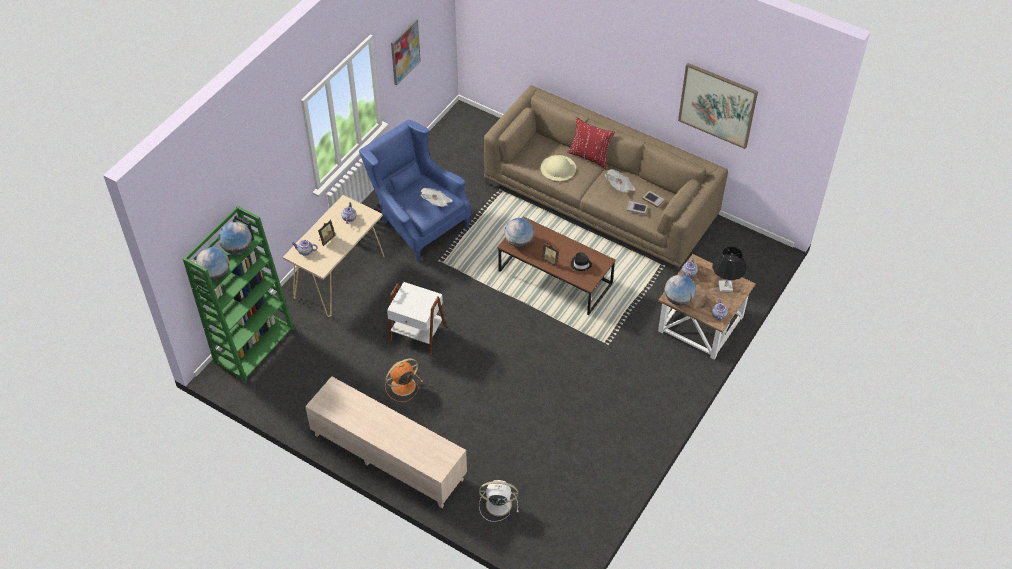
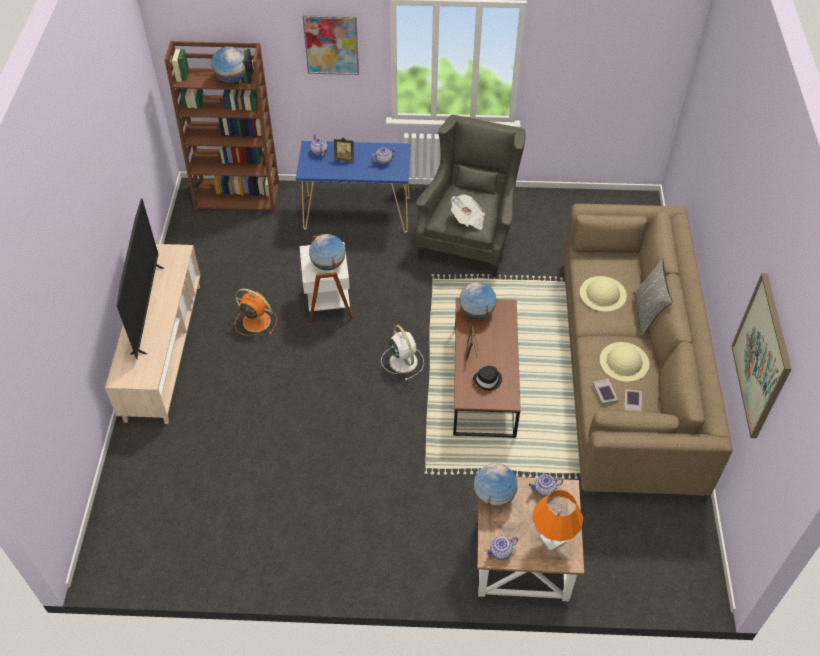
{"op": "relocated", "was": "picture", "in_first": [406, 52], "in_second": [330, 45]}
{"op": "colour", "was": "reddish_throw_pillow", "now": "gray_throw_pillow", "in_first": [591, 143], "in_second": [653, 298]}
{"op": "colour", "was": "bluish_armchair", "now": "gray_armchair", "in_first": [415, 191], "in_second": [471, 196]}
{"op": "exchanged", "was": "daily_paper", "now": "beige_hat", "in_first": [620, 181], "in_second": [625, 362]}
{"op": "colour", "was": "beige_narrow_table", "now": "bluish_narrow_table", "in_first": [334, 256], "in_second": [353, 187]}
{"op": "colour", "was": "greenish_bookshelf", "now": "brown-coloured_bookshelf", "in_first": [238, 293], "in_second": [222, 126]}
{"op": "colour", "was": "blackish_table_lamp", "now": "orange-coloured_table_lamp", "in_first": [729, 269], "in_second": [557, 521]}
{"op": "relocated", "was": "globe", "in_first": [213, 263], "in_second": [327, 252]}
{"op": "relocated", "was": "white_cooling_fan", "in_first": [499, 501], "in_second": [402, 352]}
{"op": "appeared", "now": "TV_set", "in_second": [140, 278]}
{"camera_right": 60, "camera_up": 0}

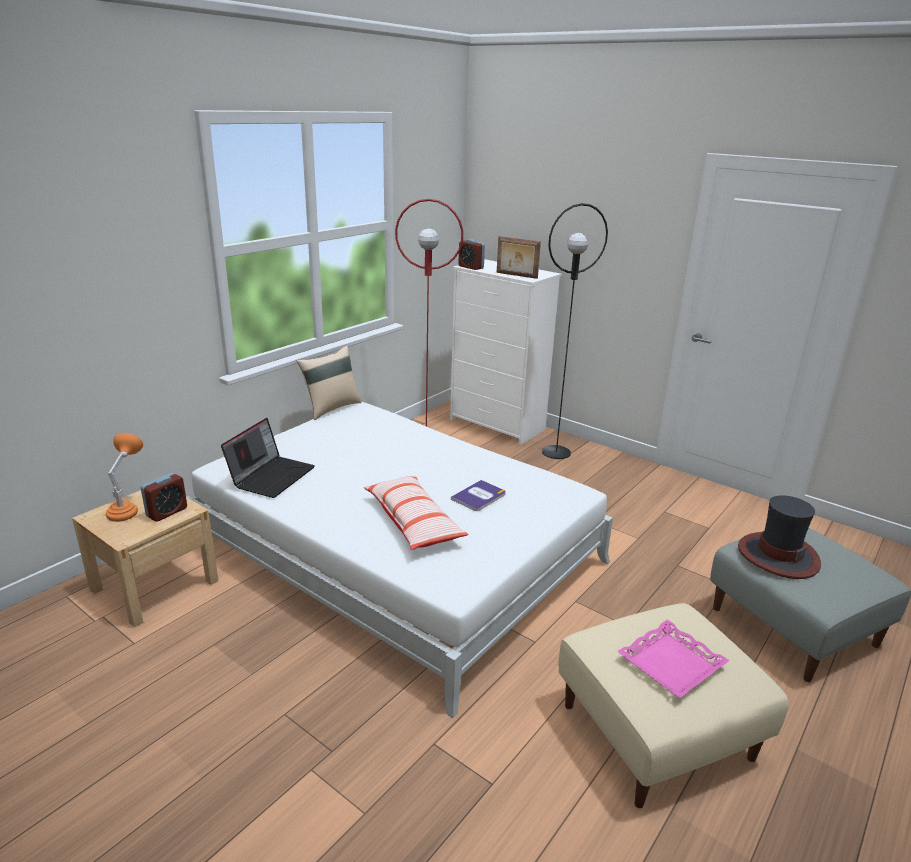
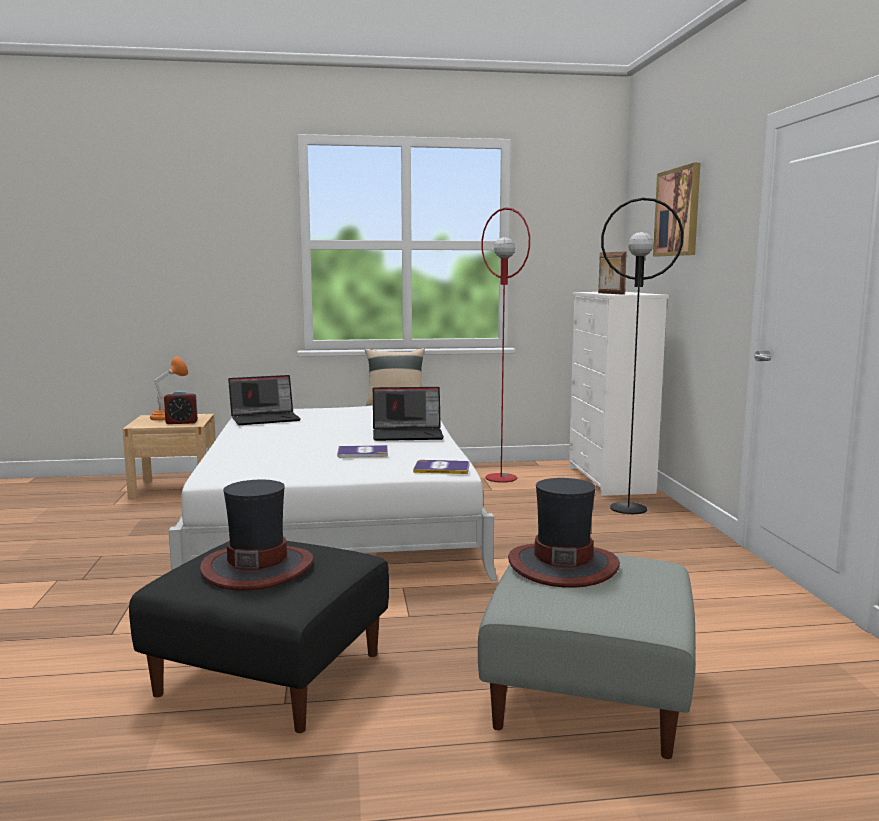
{"op": "missing", "was": "table_clock", "in_first": [472, 254]}
{"op": "missing", "was": "throw_pillow", "in_first": [416, 513]}
{"op": "colour", "was": "beige_ottoman", "now": "blackish_ottoman", "in_first": [673, 705], "in_second": [259, 637]}
{"op": "exchanged", "was": "pinkish_serving_tray", "now": "hat", "in_first": [673, 658], "in_second": [257, 535]}
{"op": "appeared", "now": "picture", "in_second": [676, 209]}
{"op": "appeared", "now": "portable_computer", "in_second": [408, 414]}
{"op": "appeared", "now": "book", "in_second": [441, 467]}
{"camera_right": 45, "camera_up": -15}

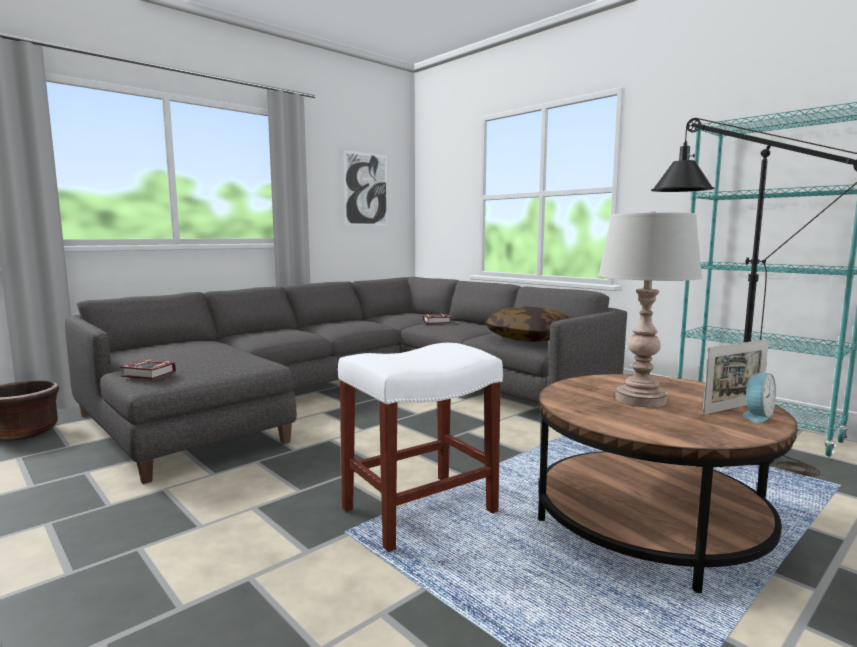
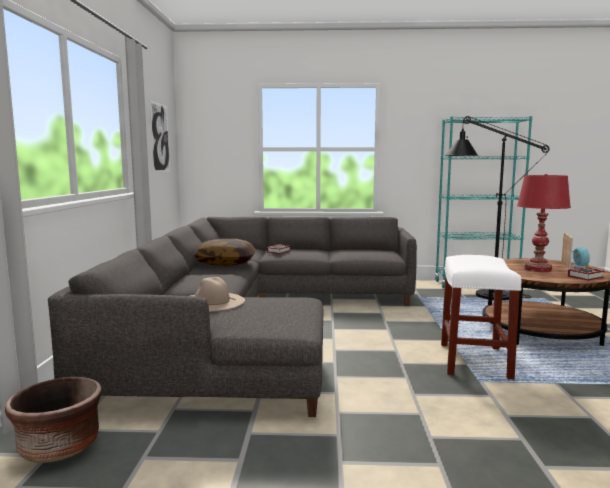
{"op": "colour", "was": "gray_table_lamp", "now": "reddish_table_lamp", "in_first": [650, 309], "in_second": [544, 223]}
{"op": "relocated", "was": "throw_pillow", "in_first": [527, 324], "in_second": [225, 252]}
{"op": "relocated", "was": "book", "in_first": [148, 370], "in_second": [586, 274]}
{"op": "appeared", "now": "beige_hat", "in_second": [218, 294]}
{"camera_right": -45, "camera_up": 0}

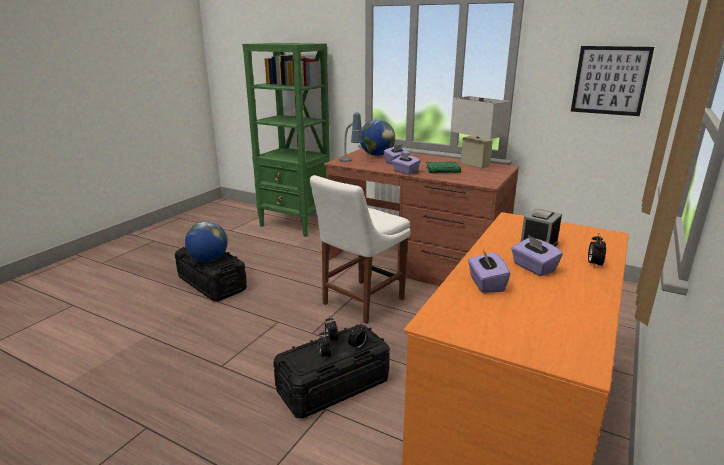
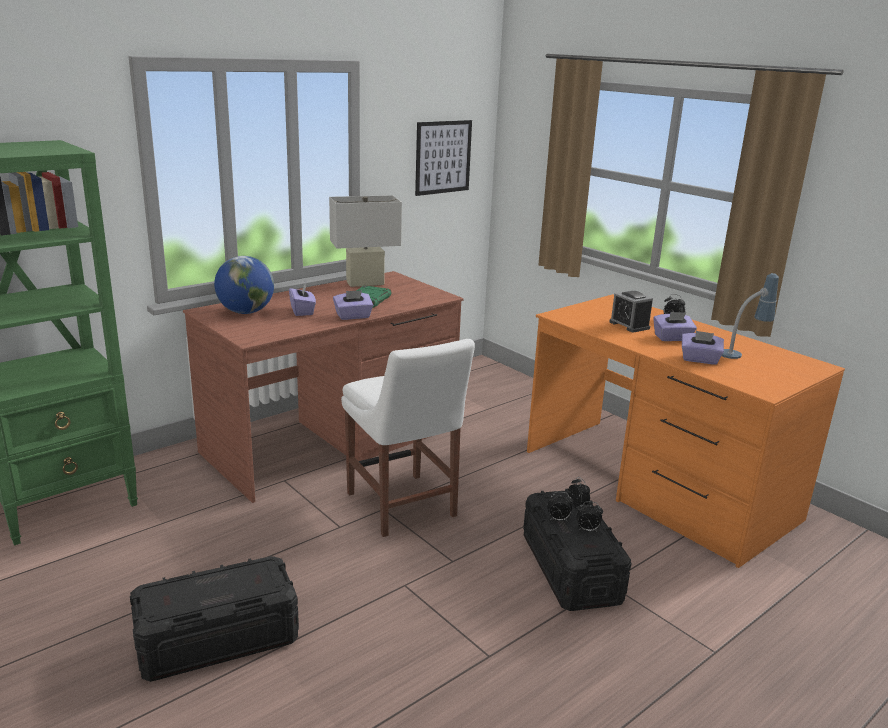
{"op": "relocated", "was": "table_lamp", "in_first": [351, 137], "in_second": [750, 316]}
{"op": "missing", "was": "globe", "in_first": [206, 241]}
{"camera_right": -70, "camera_up": 0}

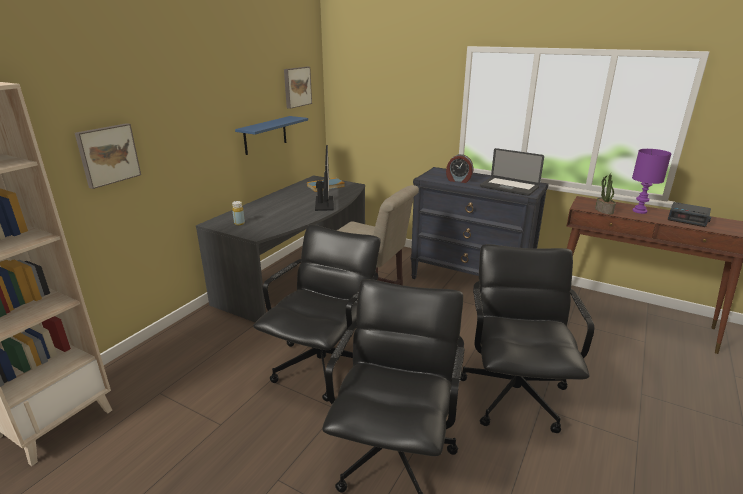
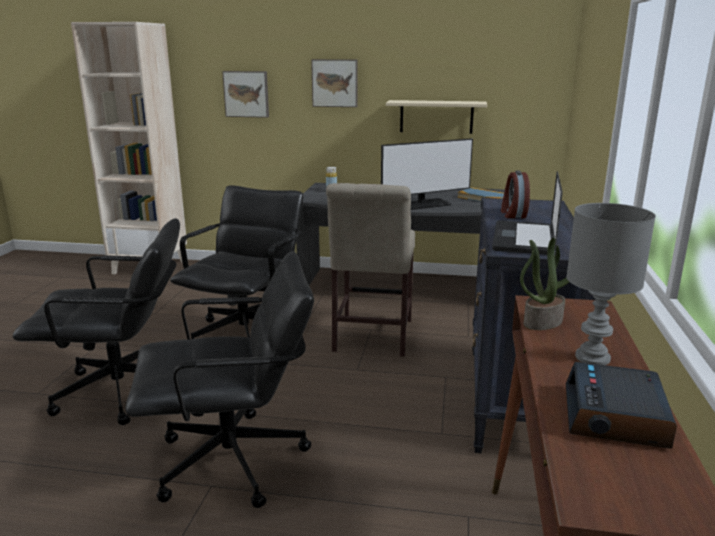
{"op": "relocated", "was": "picture", "in_first": [298, 88], "in_second": [334, 83]}
{"op": "colour", "was": "bluish_shelf", "now": "beige_shelf", "in_first": [271, 135], "in_second": [436, 117]}
{"op": "colour", "was": "purple-coloured_table_lamp", "now": "gray_table_lamp", "in_first": [651, 181], "in_second": [611, 284]}
{"op": "spun", "was": "blackish_office_chair", "in_first": [317, 313], "in_second": [236, 262], "clockwise": -75}
{"camera_right": 70, "camera_up": -5}

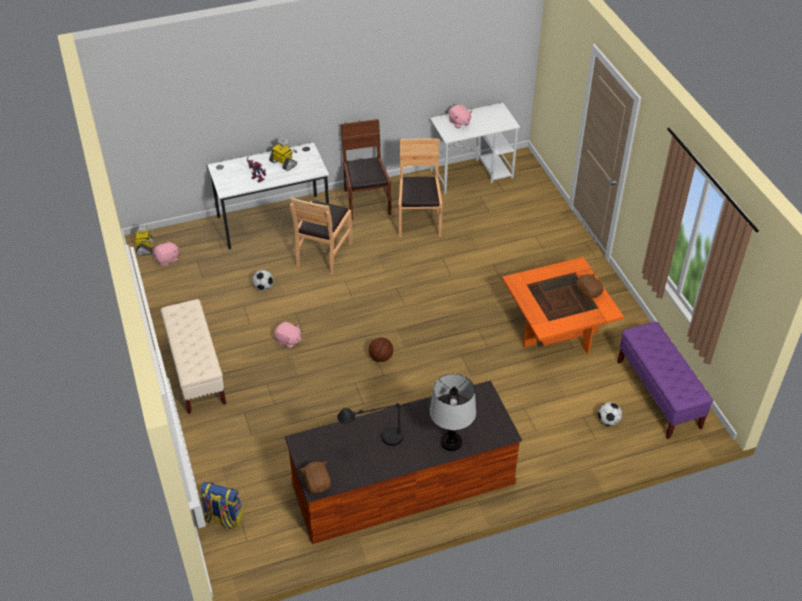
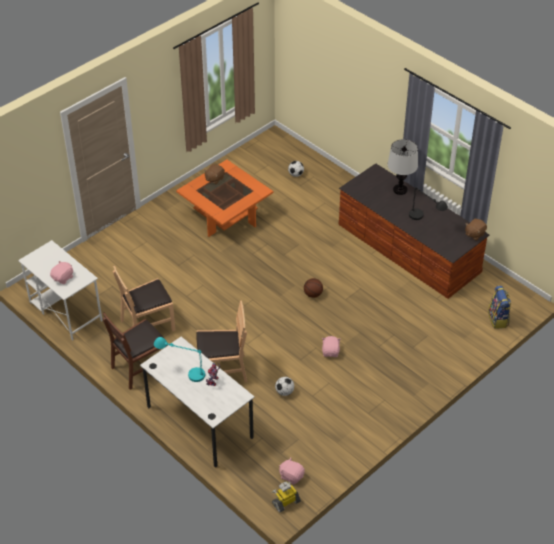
{"op": "exchanged", "was": "robot_figure", "now": "turquoise-coloured_table_lamp", "in_first": [283, 154], "in_second": [179, 359]}
{"op": "missing", "was": "beige_indoor_bench", "in_first": [193, 356]}
{"op": "missing", "was": "purple-coloured_indoor_bench", "in_first": [665, 380]}
{"camera_right": -115, "camera_up": 0}

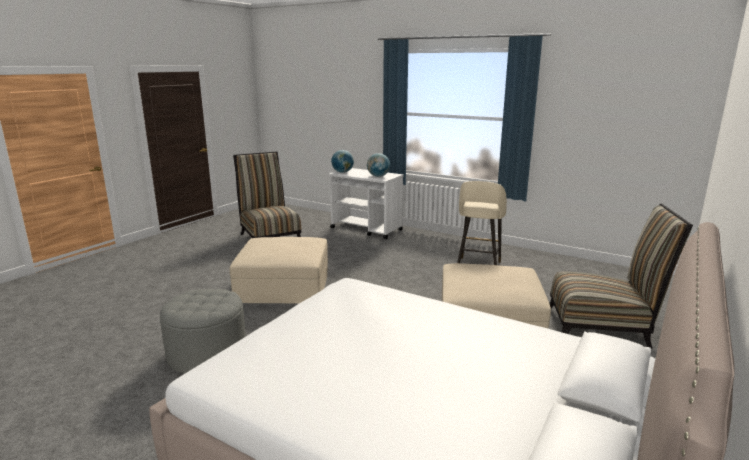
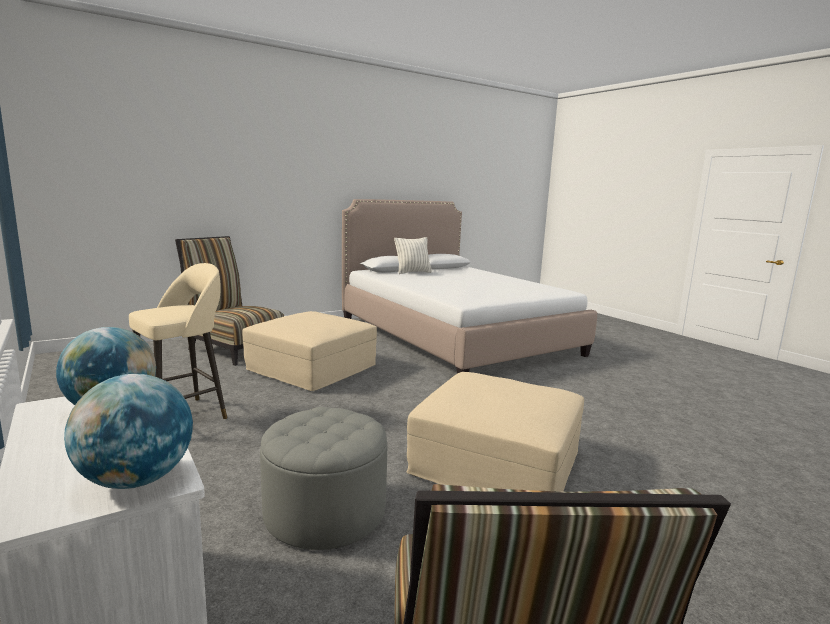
{"op": "relocated", "was": "gray_ottoman", "in_first": [203, 331], "in_second": [323, 478]}
{"op": "appeared", "now": "throw_pillow", "in_second": [413, 255]}
{"camera_right": -155, "camera_up": -5}

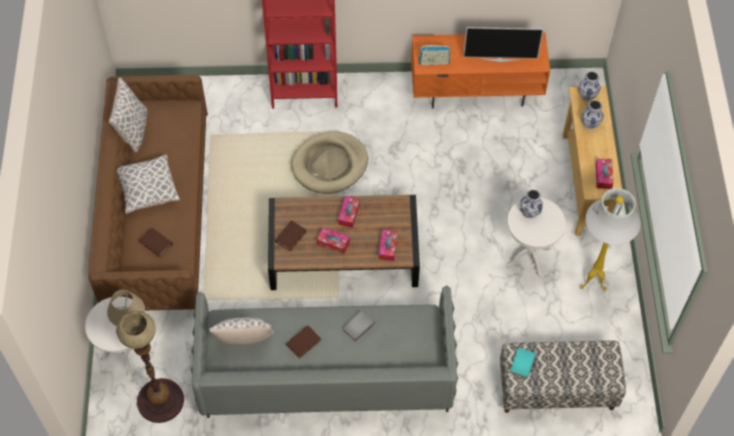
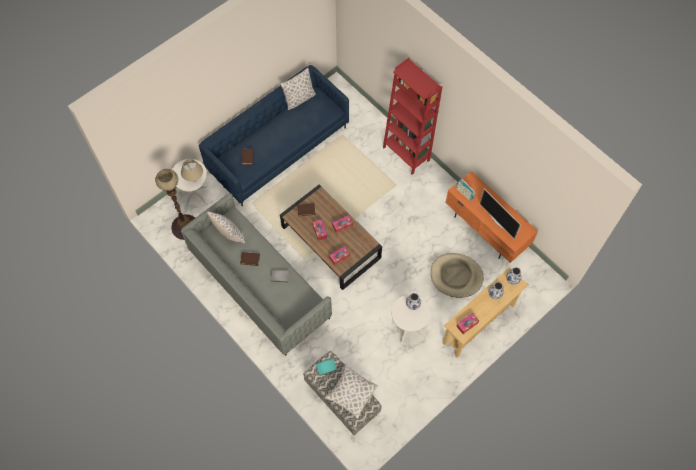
{"op": "colour", "was": "brown-coloured_settee", "now": "bluish_settee", "in_first": [148, 192], "in_second": [274, 135]}
{"op": "relocated", "was": "beige_dog_bed", "in_first": [329, 163], "in_second": [457, 275]}
{"op": "relocated", "was": "throw_pillow", "in_first": [148, 184], "in_second": [351, 392]}
{"op": "missing", "was": "white_standard_lamp", "in_first": [610, 239]}
{"camera_right": 50, "camera_up": 5}

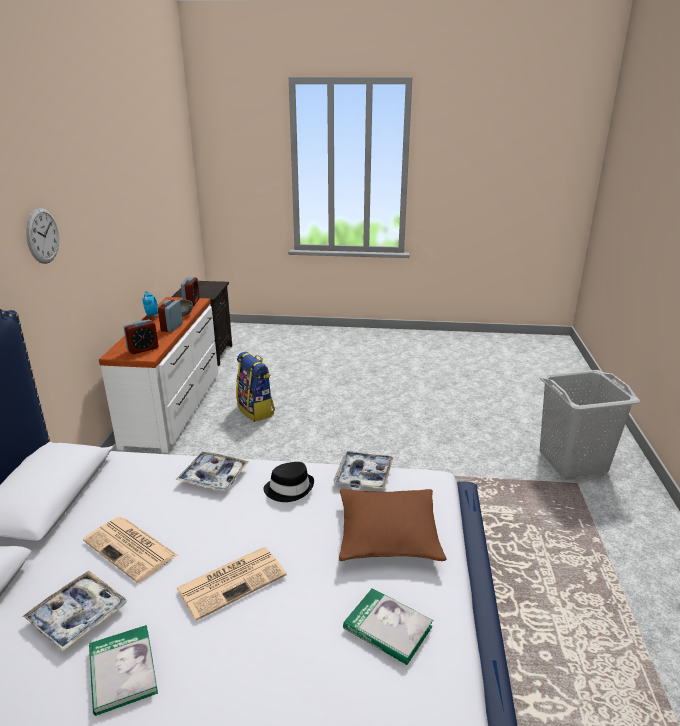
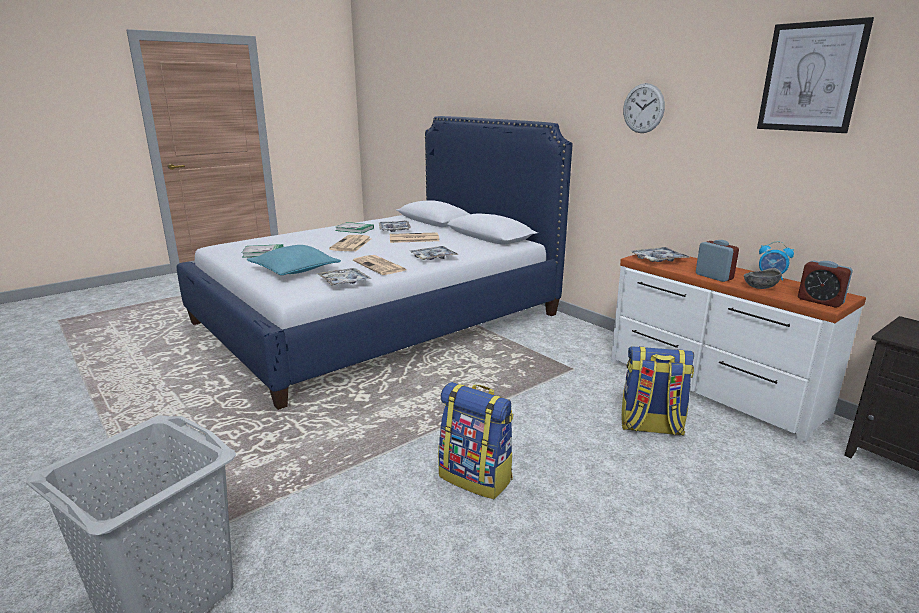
{"op": "exchanged", "was": "table_clock", "now": "serving_tray", "in_first": [141, 336], "in_second": [660, 254]}
{"op": "exchanged", "was": "blackish_hat", "now": "daily_paper", "in_first": [288, 482], "in_second": [380, 265]}
{"op": "colour", "was": "brown-coloured_throw_pillow", "now": "turquoise-coloured_throw_pillow", "in_first": [393, 525], "in_second": [294, 260]}
{"op": "appeared", "now": "picture", "in_second": [815, 75]}
{"op": "appeared", "now": "knapsack", "in_second": [476, 440]}
{"camera_right": 135, "camera_up": -5}

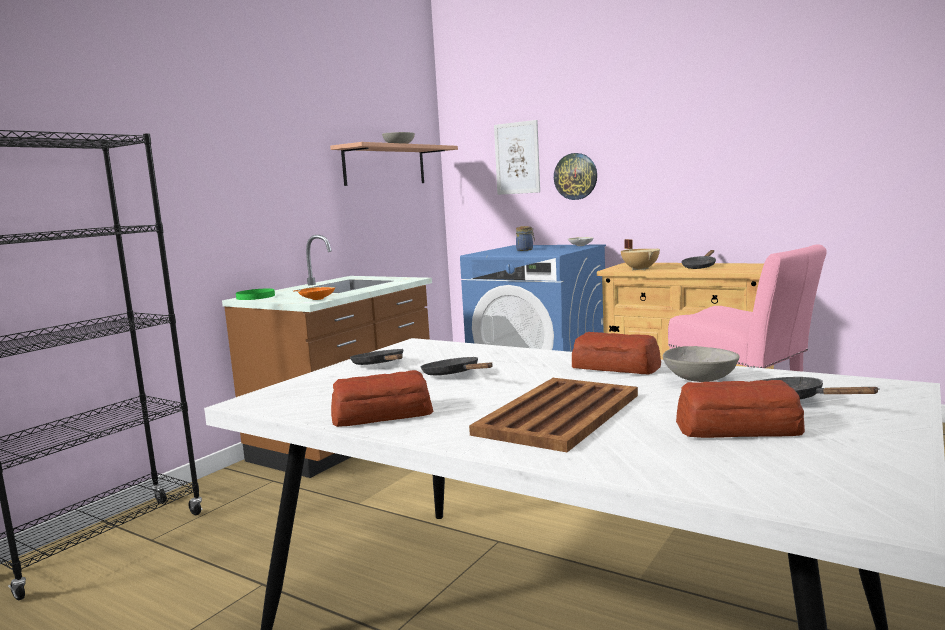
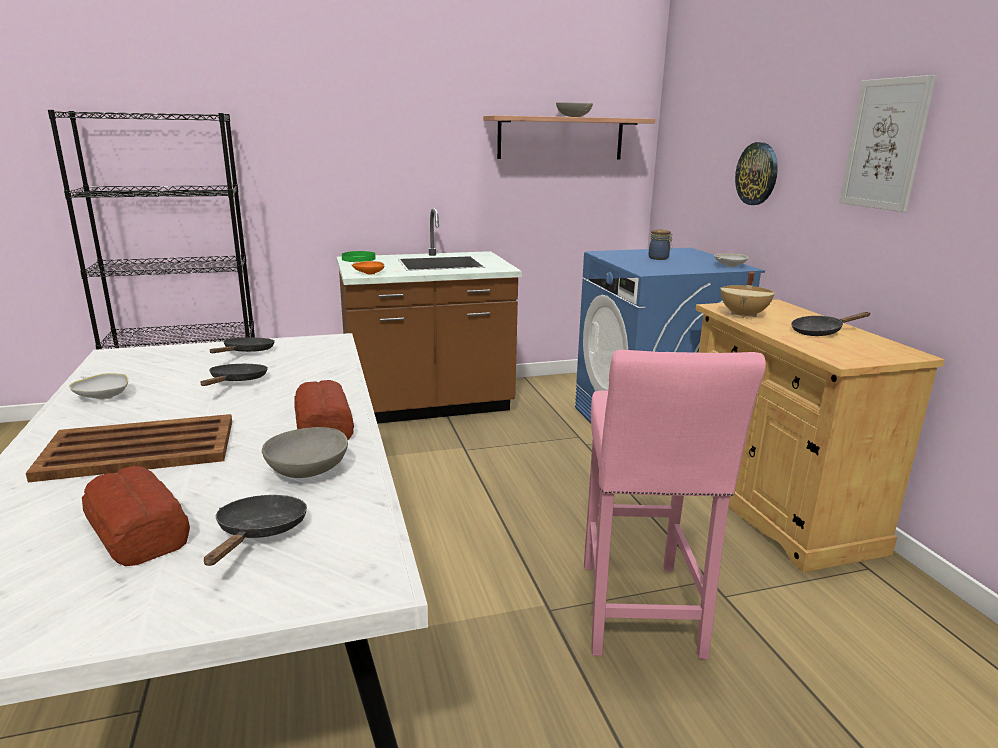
{"op": "relocated", "was": "picture", "in_first": [517, 157], "in_second": [887, 143]}
{"op": "exchanged", "was": "bakery_bread", "now": "white_serving_bowl", "in_first": [382, 398], "in_second": [98, 386]}
{"camera_right": 40, "camera_up": 10}

